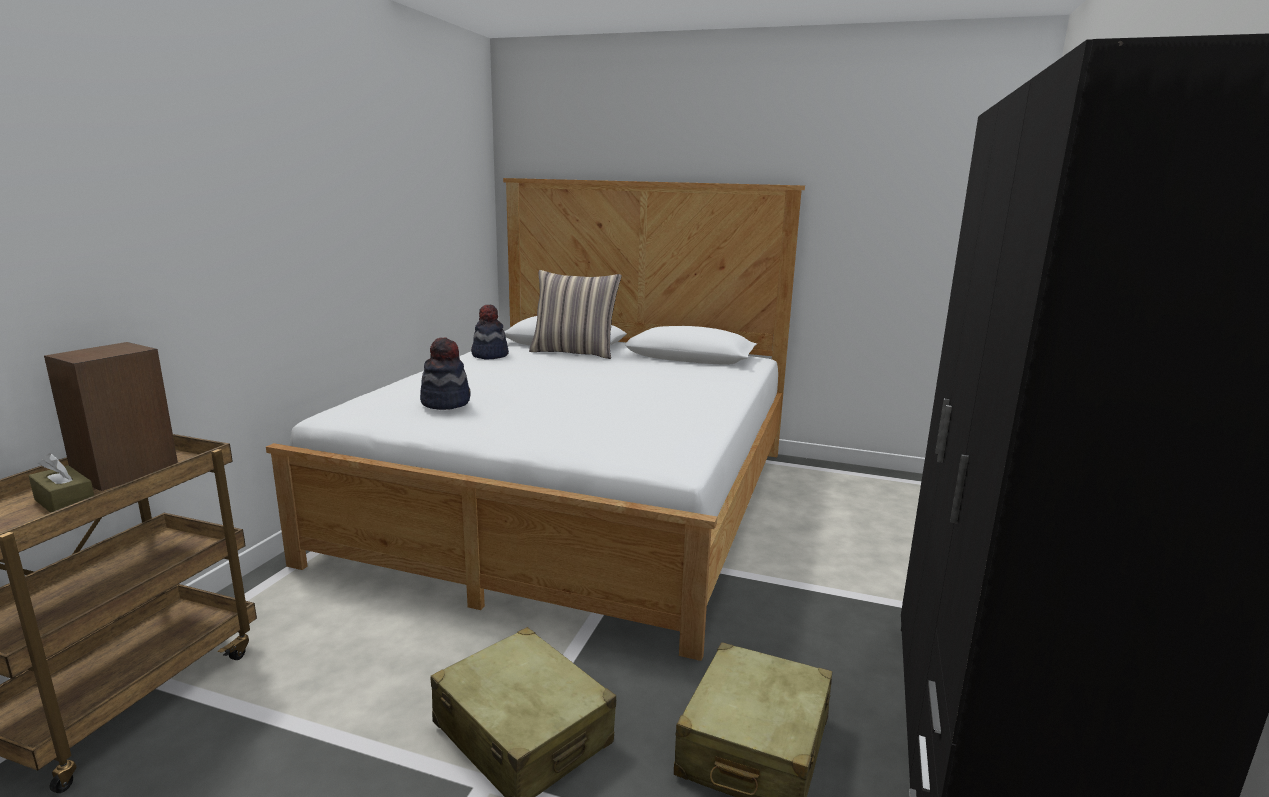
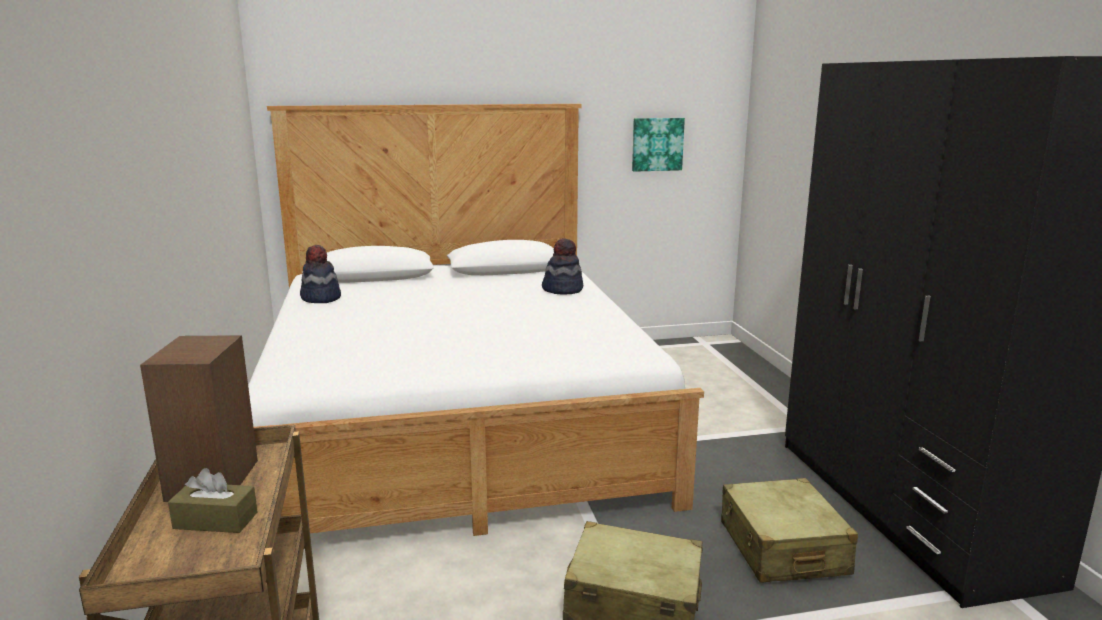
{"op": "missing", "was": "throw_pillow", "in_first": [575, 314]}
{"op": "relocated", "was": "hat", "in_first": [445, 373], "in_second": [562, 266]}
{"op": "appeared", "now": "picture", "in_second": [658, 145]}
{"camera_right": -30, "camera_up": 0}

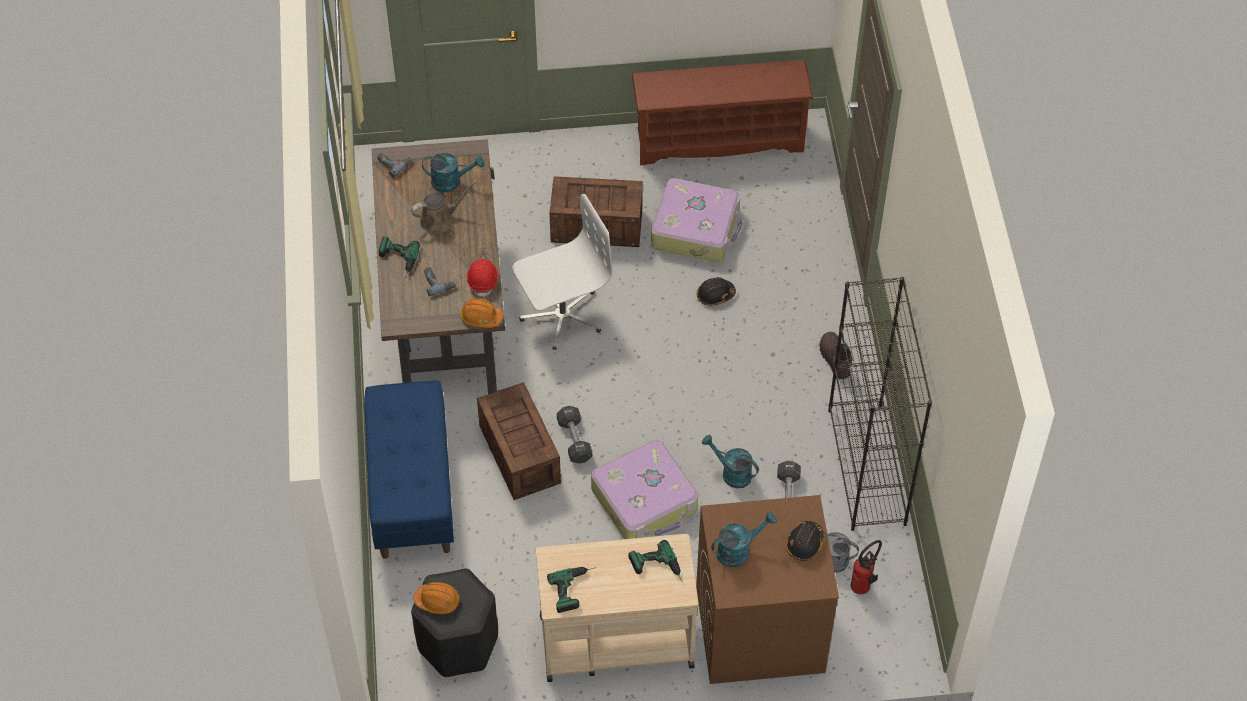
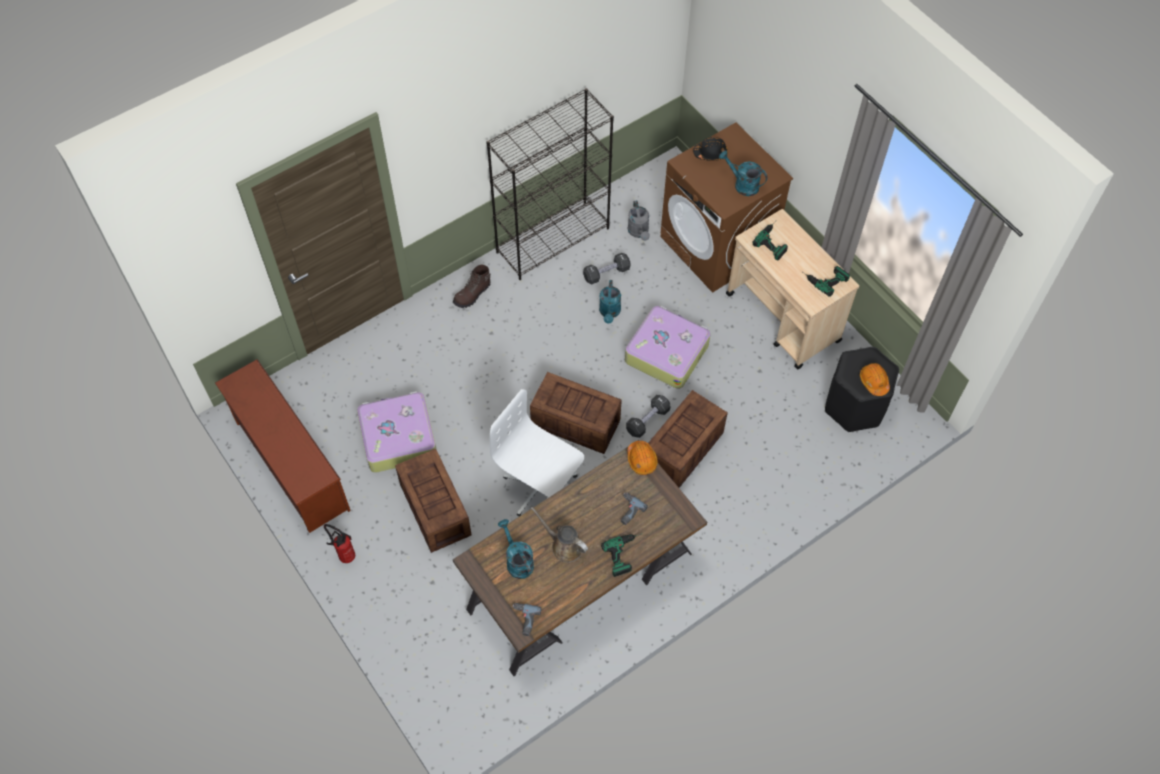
{"op": "missing", "was": "reddish_safety_helmet", "in_first": [482, 278]}
{"op": "missing", "was": "blackish_safety_helmet", "in_first": [716, 291]}
{"op": "missing", "was": "bluish_indoor_bench", "in_first": [409, 470]}
{"op": "relocated", "was": "fire_extinguisher", "in_first": [866, 567], "in_second": [339, 543]}
{"op": "appeared", "now": "shipping_crate", "in_second": [576, 413]}
{"camera_right": -120, "camera_up": 5}

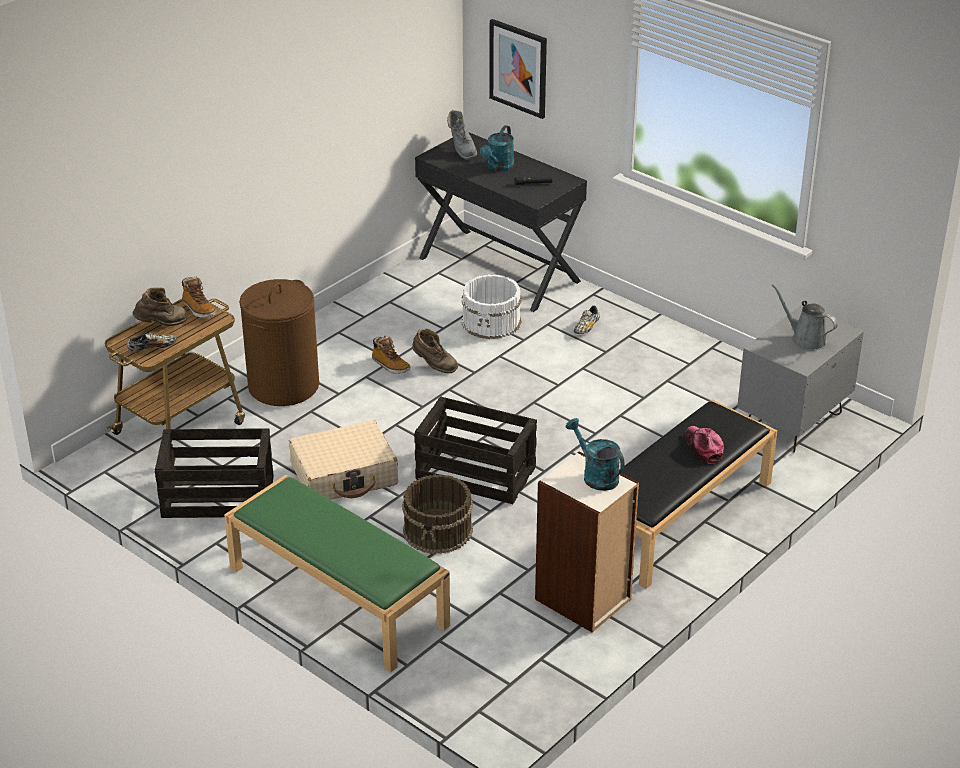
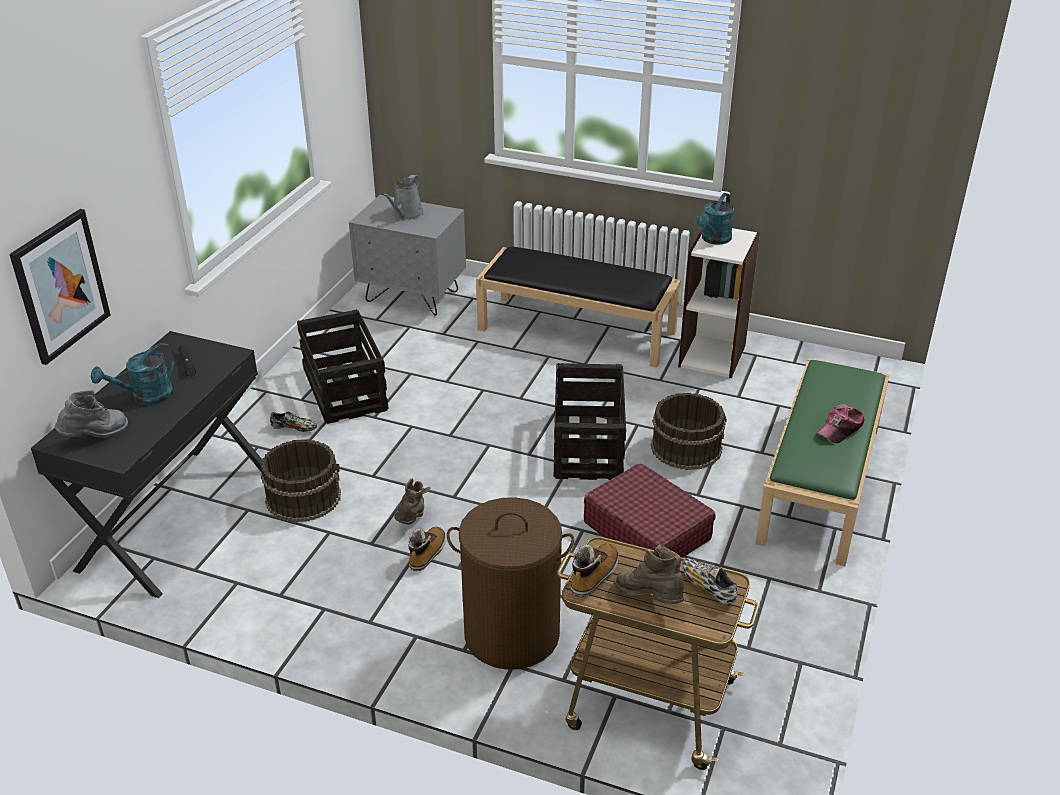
{"op": "spun", "was": "turquoise-coloured_sprinkling_can", "in_first": [497, 148], "in_second": [133, 374], "clockwise": 135}
{"op": "colour", "was": "white_bucket", "now": "brown-coloured_bucket", "in_first": [491, 306], "in_second": [301, 480]}
{"op": "colour", "was": "beige_piece_of_luggage", "now": "reddish_piece_of_luggage", "in_first": [343, 460], "in_second": [649, 510]}
{"op": "relocated", "was": "peaked_cap", "in_first": [704, 445], "in_second": [840, 423]}
{"op": "relocated", "was": "shipping_crate", "in_first": [214, 473], "in_second": [343, 366]}
{"camera_right": -110, "camera_up": 0}

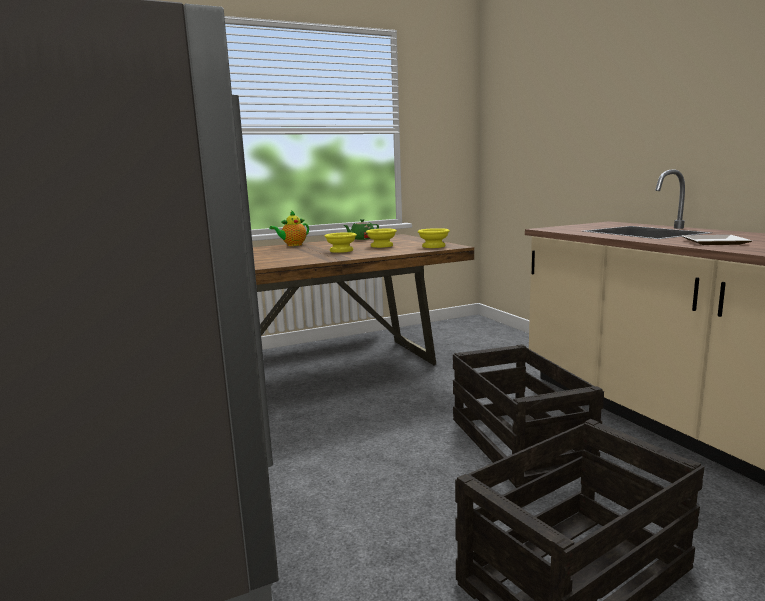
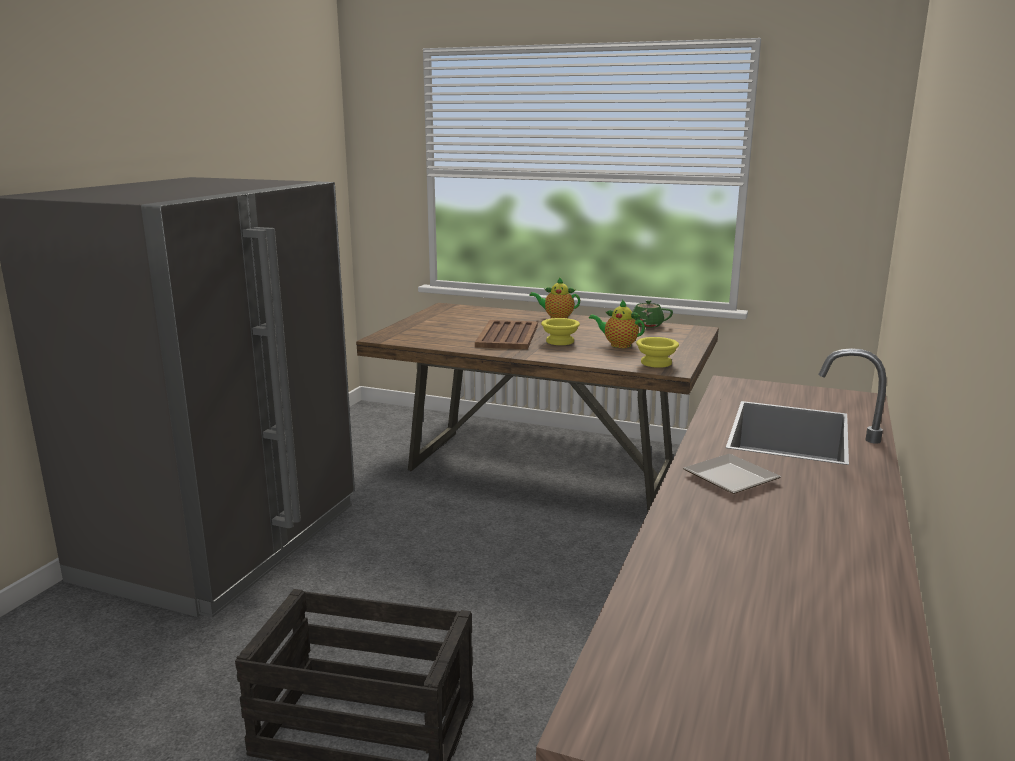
{"op": "exchanged", "was": "yellow_serving_bowl", "now": "teapot", "in_first": [381, 238], "in_second": [617, 324]}
{"op": "missing", "was": "shipping_crate", "in_first": [528, 416]}
{"op": "appeared", "now": "brown-coloured_serving_tray", "in_second": [506, 334]}
{"camera_right": 45, "camera_up": 5}

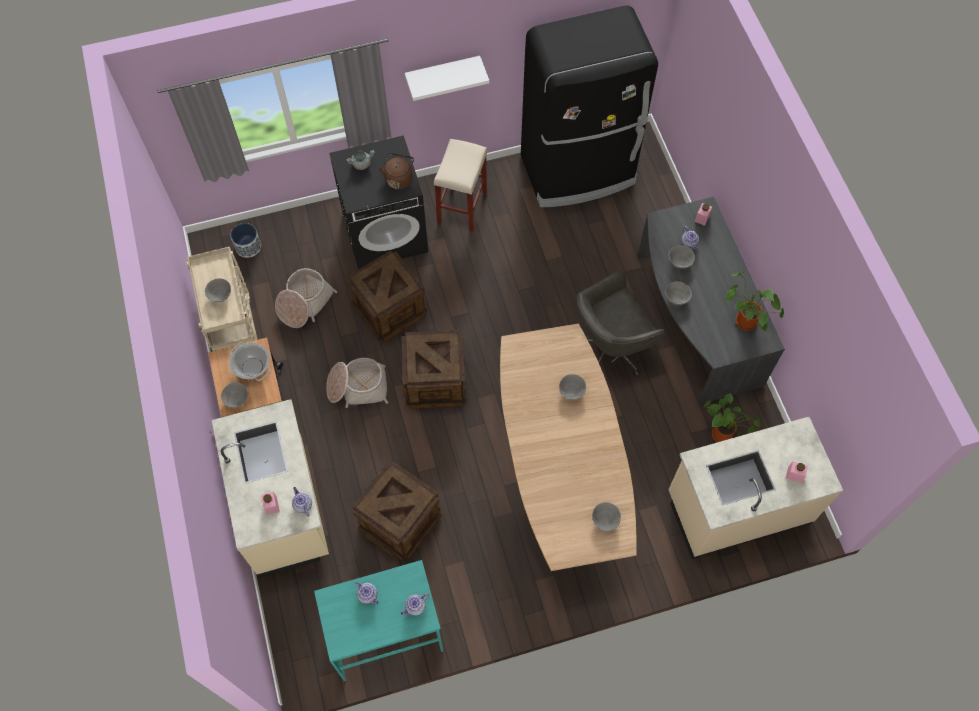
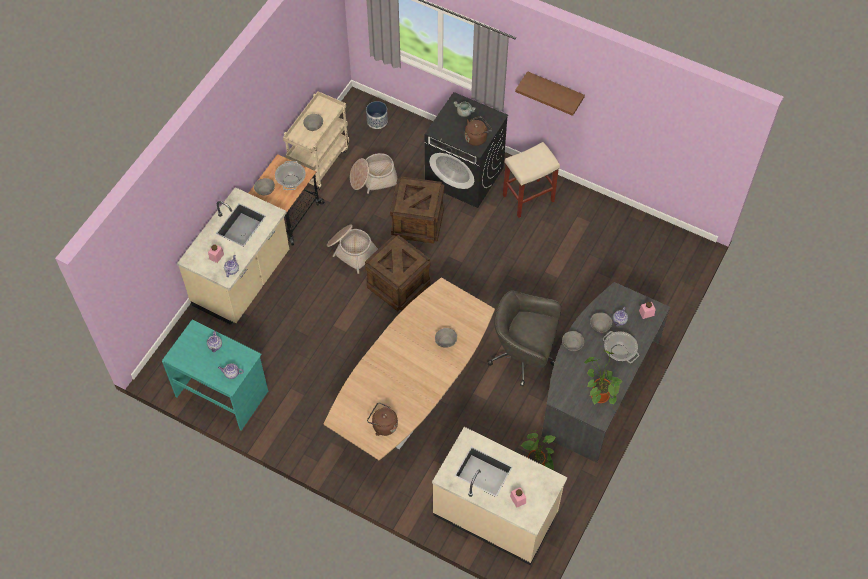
{"op": "missing", "was": "blackish_fridge", "in_first": [589, 106]}
{"op": "colour", "was": "white_shelf", "now": "brown-coloured_shelf", "in_first": [447, 78], "in_second": [550, 93]}
{"op": "missing", "was": "shipping_crate", "in_first": [396, 511]}
{"op": "exchanged", "was": "gray_serving_bowl", "now": "brown-coloured_water_kettle", "in_first": [606, 516], "in_second": [382, 419]}
{"op": "appeared", "now": "cooking_pot", "in_second": [621, 347]}
{"camera_right": 45, "camera_up": -5}

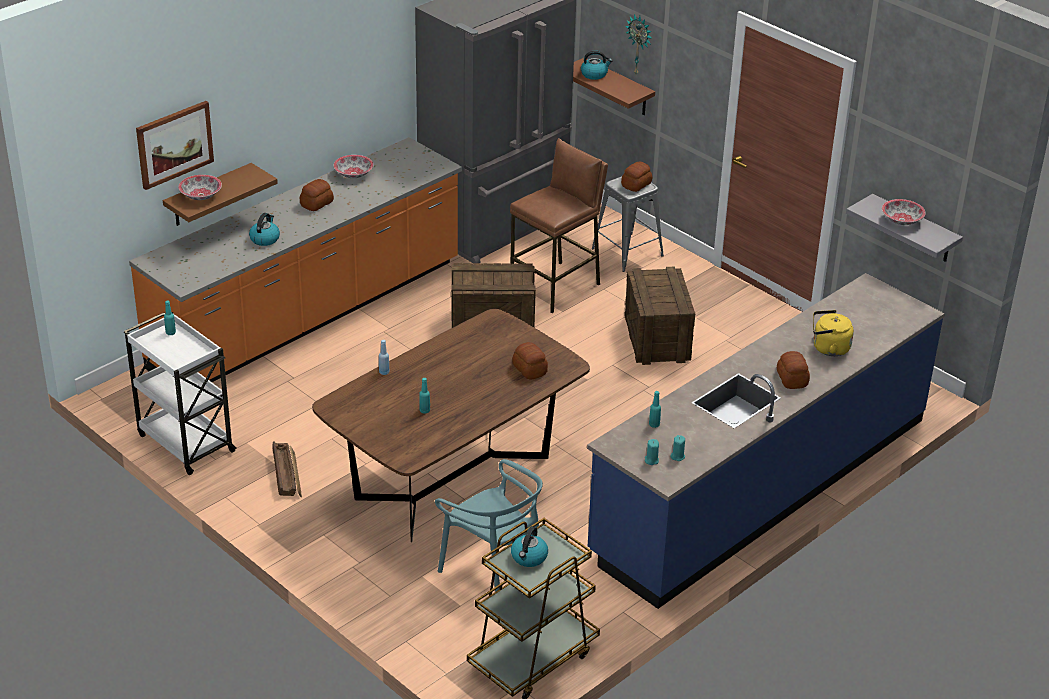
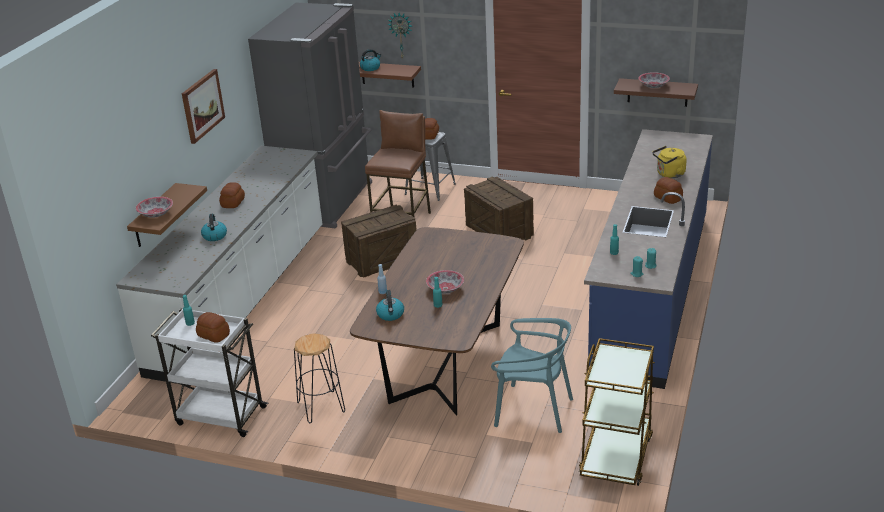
{"op": "relocated", "was": "picture", "in_first": [175, 145], "in_second": [203, 106]}
{"op": "colour", "was": "orange-coloured_counter", "now": "white_counter", "in_first": [295, 259], "in_second": [219, 266]}
{"op": "relocated", "was": "serving_bowl", "in_first": [353, 166], "in_second": [445, 281]}
{"op": "colour", "was": "gray_shelf", "now": "brown-coloured_shelf", "in_first": [904, 228], "in_second": [656, 92]}
{"op": "relocated", "was": "bakery_bread", "in_first": [530, 361], "in_second": [213, 327]}
{"op": "exchanged", "was": "shipping_crate", "now": "blackish_stool_seat", "in_first": [287, 469], "in_second": [319, 378]}
{"op": "relocated", "was": "water_kettle", "in_first": [529, 546], "in_second": [390, 305]}
{"camera_right": -25, "camera_up": -5}

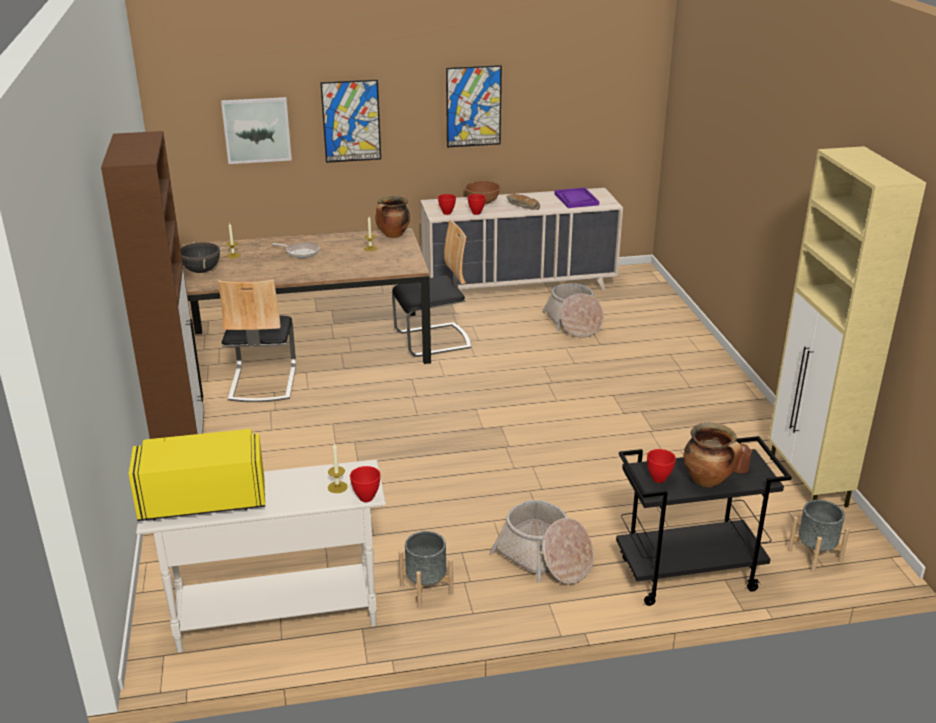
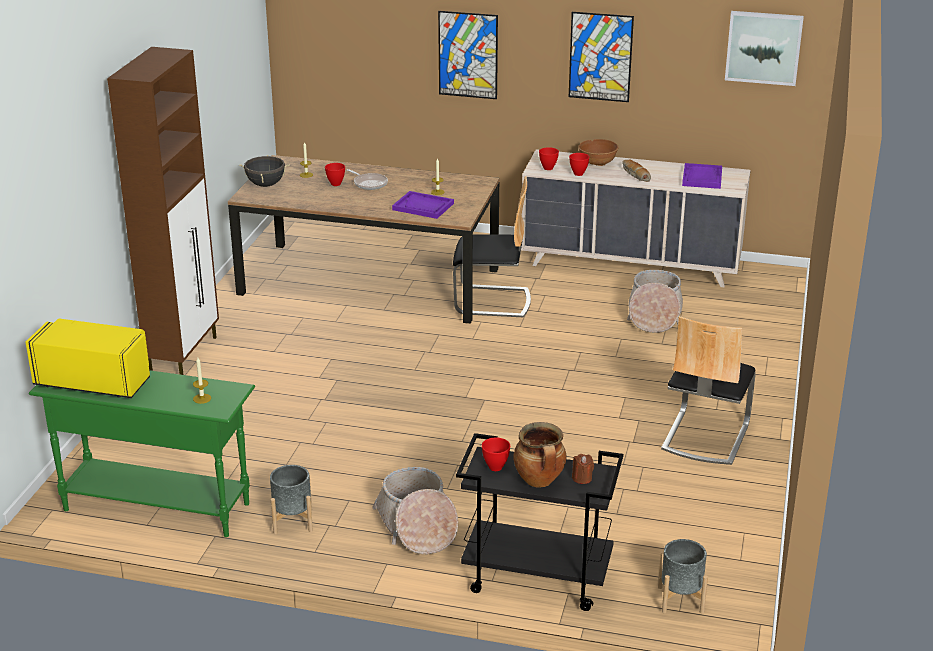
{"op": "relocated", "was": "picture", "in_first": [256, 130], "in_second": [764, 48]}
{"op": "missing", "was": "beige_cupboard", "in_first": [847, 327]}
{"op": "missing", "was": "cooking_pot", "in_first": [392, 217]}
{"op": "relocated", "was": "chair", "in_first": [257, 340], "in_second": [708, 390]}
{"op": "colour", "was": "white_narrow_table", "now": "greenish_narrow_table", "in_first": [261, 556], "in_second": [142, 453]}
{"op": "relocated", "was": "reddish_serving_bowl", "in_first": [365, 484], "in_second": [335, 174]}
{"op": "appeared", "now": "purple-coloured_serving_tray", "in_second": [423, 205]}
{"camera_right": 25, "camera_up": 0}

